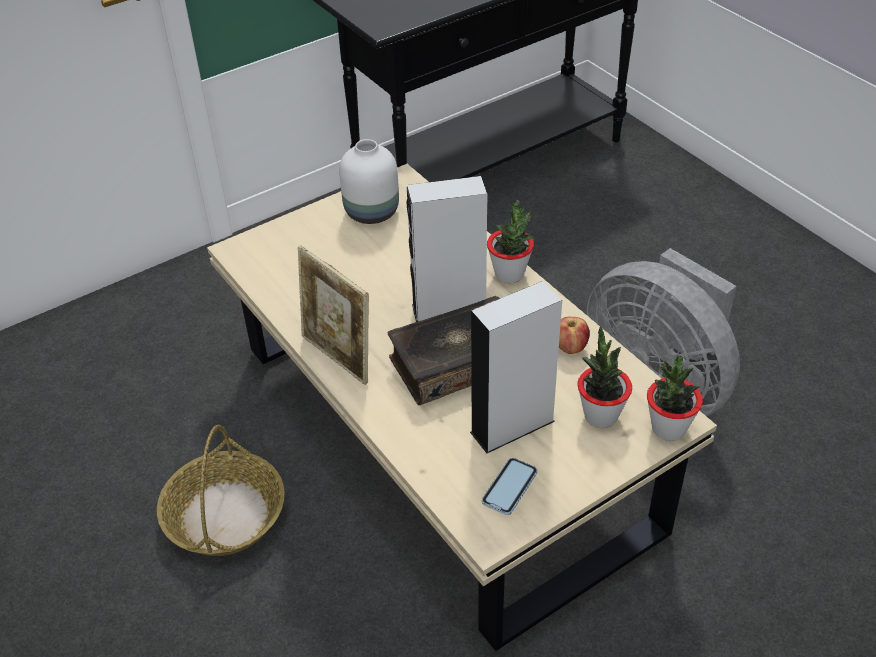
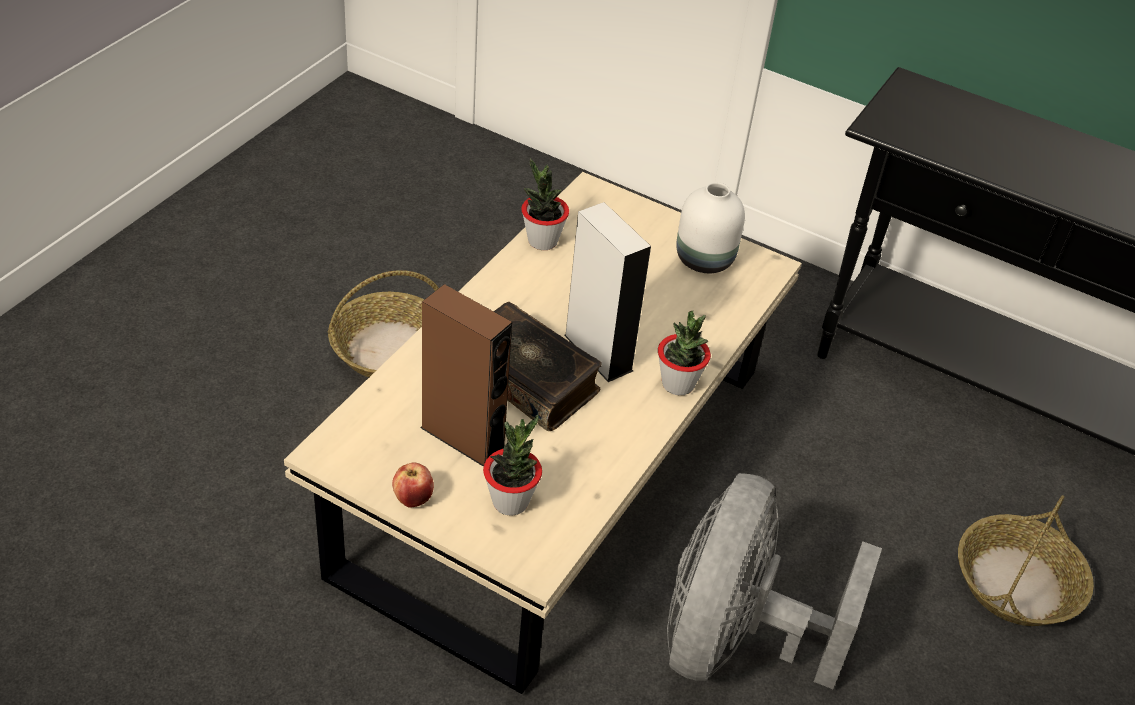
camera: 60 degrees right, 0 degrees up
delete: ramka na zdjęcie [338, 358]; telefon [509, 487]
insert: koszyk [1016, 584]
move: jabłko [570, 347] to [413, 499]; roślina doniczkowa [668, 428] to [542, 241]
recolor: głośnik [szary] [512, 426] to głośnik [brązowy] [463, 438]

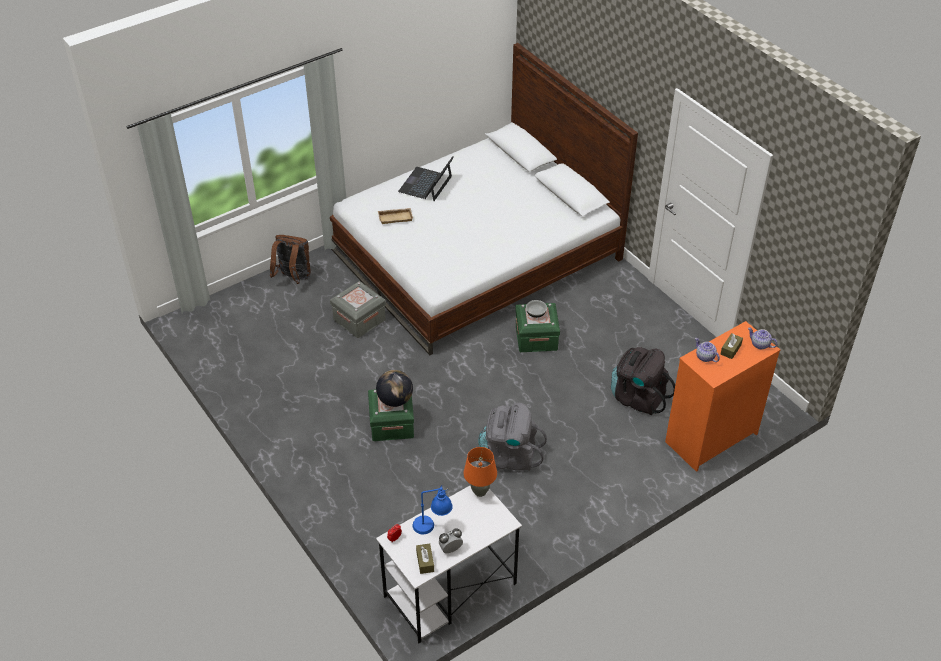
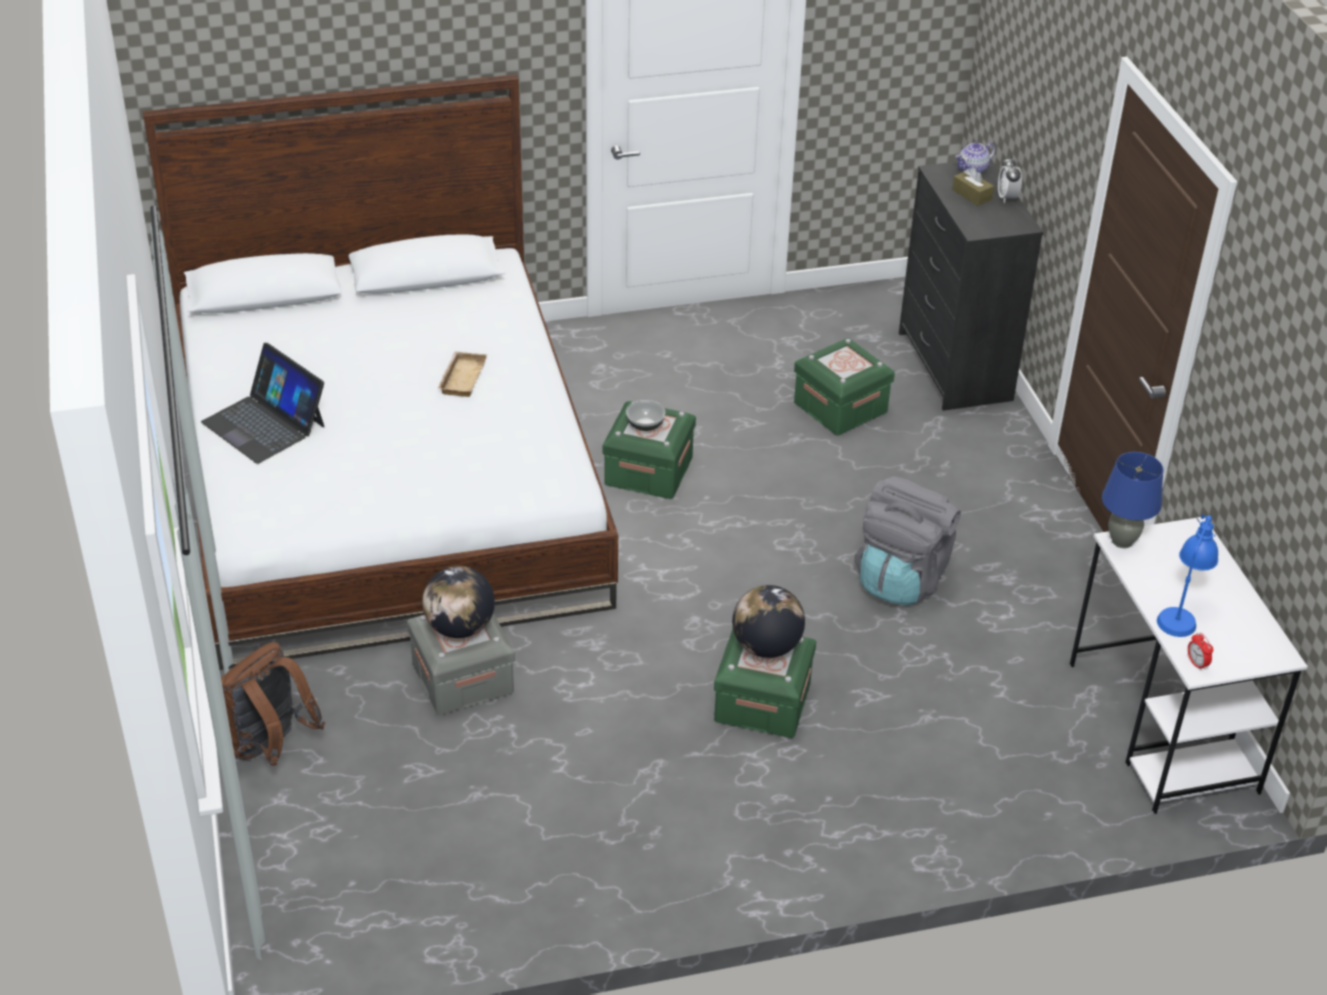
camera: 70 degrees left, 5 degrees down
delete: imbryk [705, 357]; pudełko chusteczek [brązowy] [425, 561]
insert: globus [460, 628]
move: taca [beżowy] [395, 217] to [461, 377]; budzik [450, 549] to [1007, 197]
replace: plecak [czarny] [638, 397] to pojemnik do przechowywania [zielony] [840, 407]
recolor: komoda [pomarańczowy] [711, 437] to komoda [czarny] [953, 366]; lampa stołowa [pomarańczowy] [480, 492] to lampa stołowa [niebieski] [1122, 541]

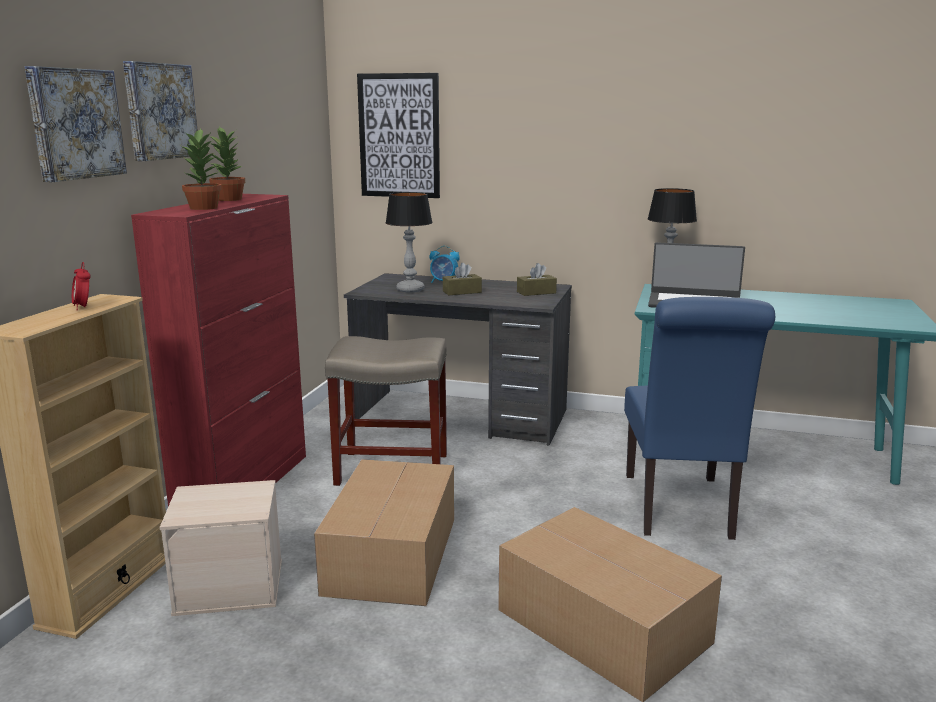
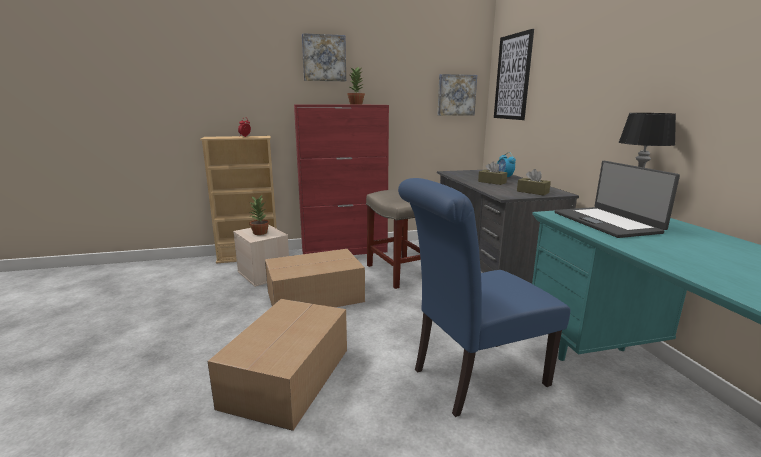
camera: 60 degrees right, 0 degrees up
delete: lampa stołowa [410, 289]
move: obraz [74, 124] to [456, 95]; roślina doniczkowa [204, 208] to [260, 233]

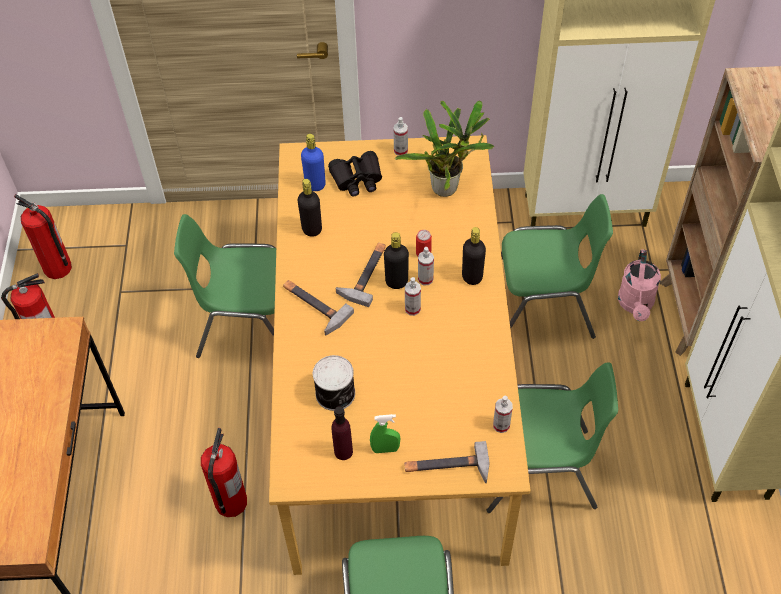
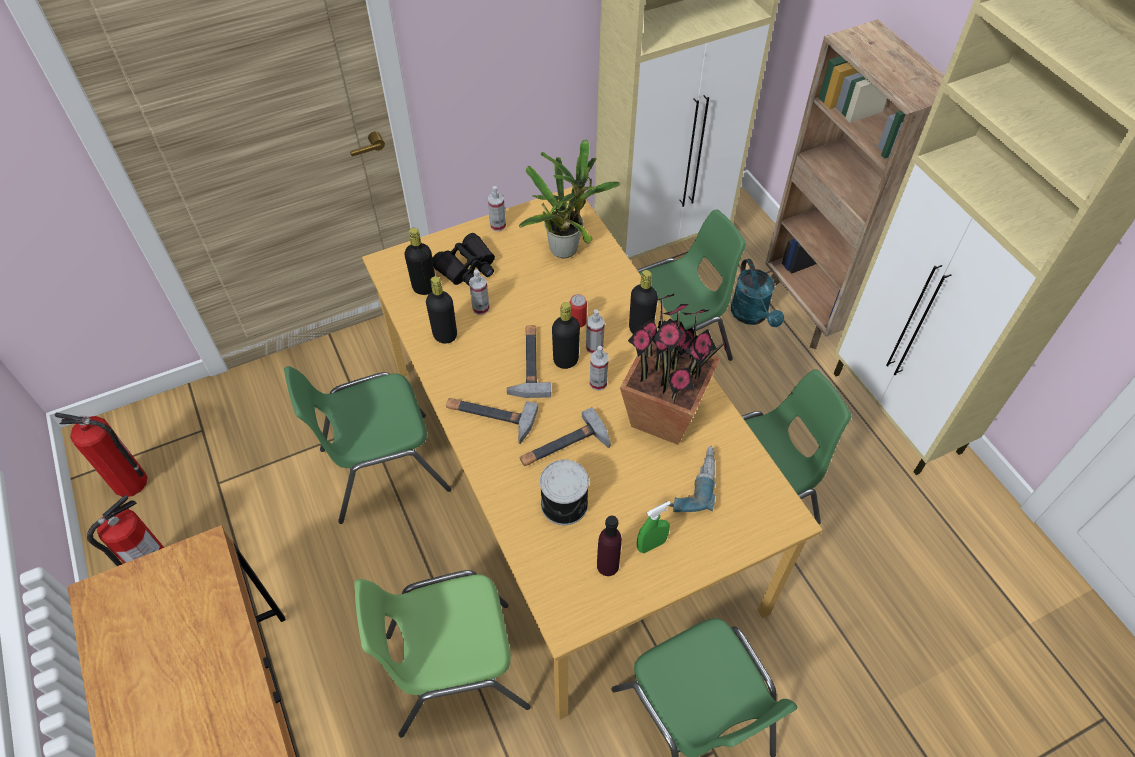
camera: 25 degrees left, 0 degrees up
insert: roślina doniczkowa [664, 416]; wiertarka [691, 482]
move: spryskiwacz [501, 425] to [481, 308]; młotek [446, 467] to [564, 447]
replace: gaśnica [231, 503] to krzesło [zielony] [453, 669]
recolor: butelka [niebieski] [315, 185] to butelka [czarny] [424, 287]; konewka [różowy] [636, 305] to konewka [turkusowy] [752, 316]

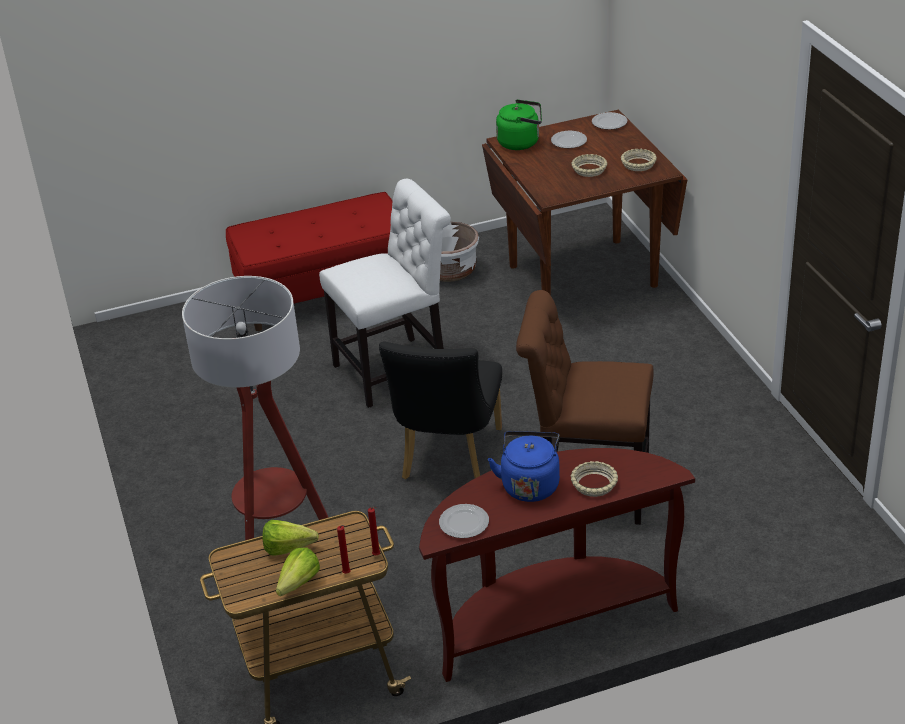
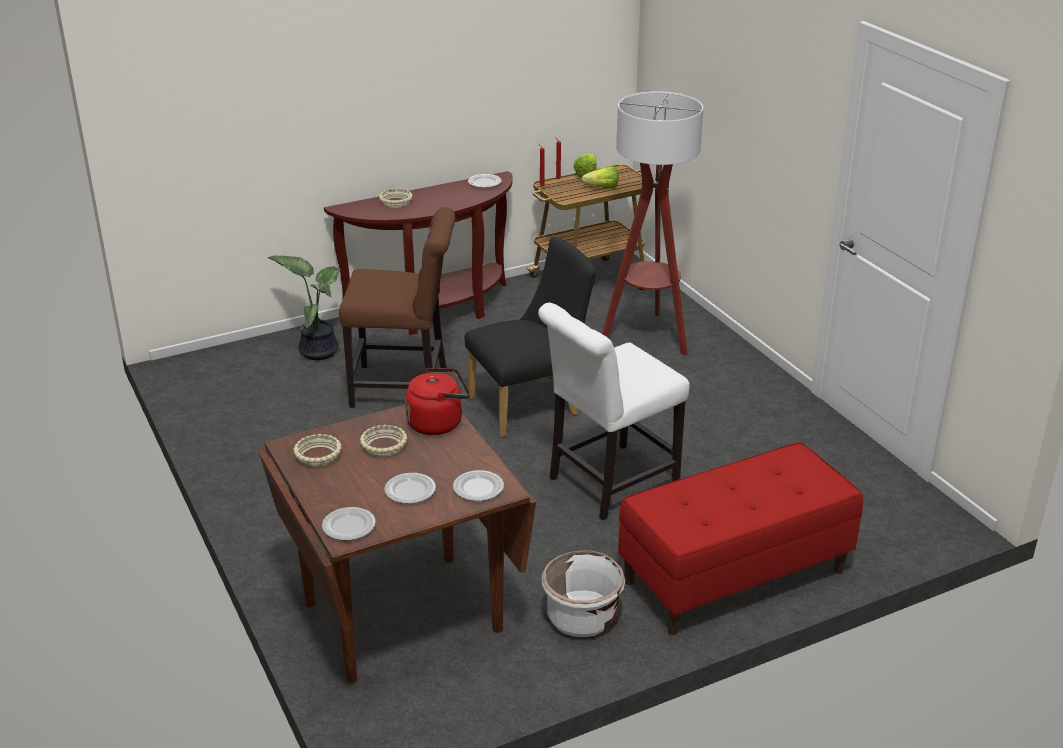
camera: 170 degrees right, 5 degrees down
delete: czajnik [niebieski] [530, 484]
insert: roślina doniczkowa [318, 350]; czajnik [czerwony] [438, 423]
replace: czajnik [zielony] [521, 142] to talerz [478, 488]
rotate: krzesło [czarny] [448, 459] = [531, 405] 60 degrees clockwise

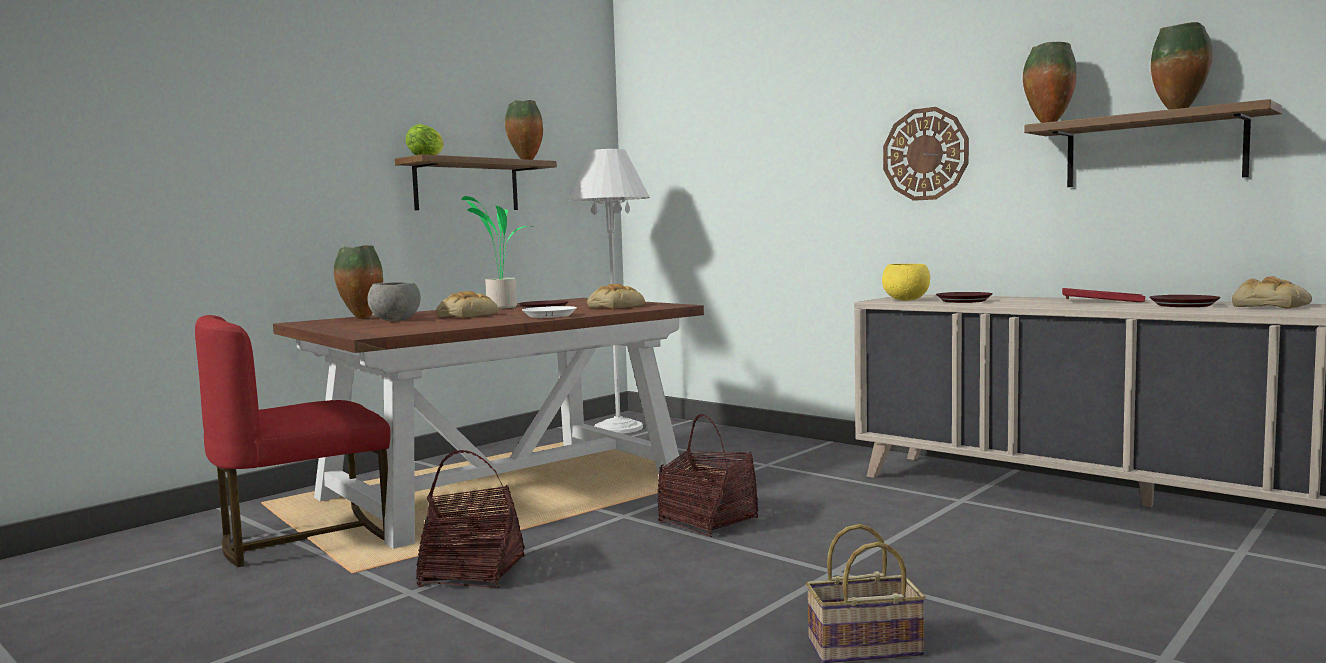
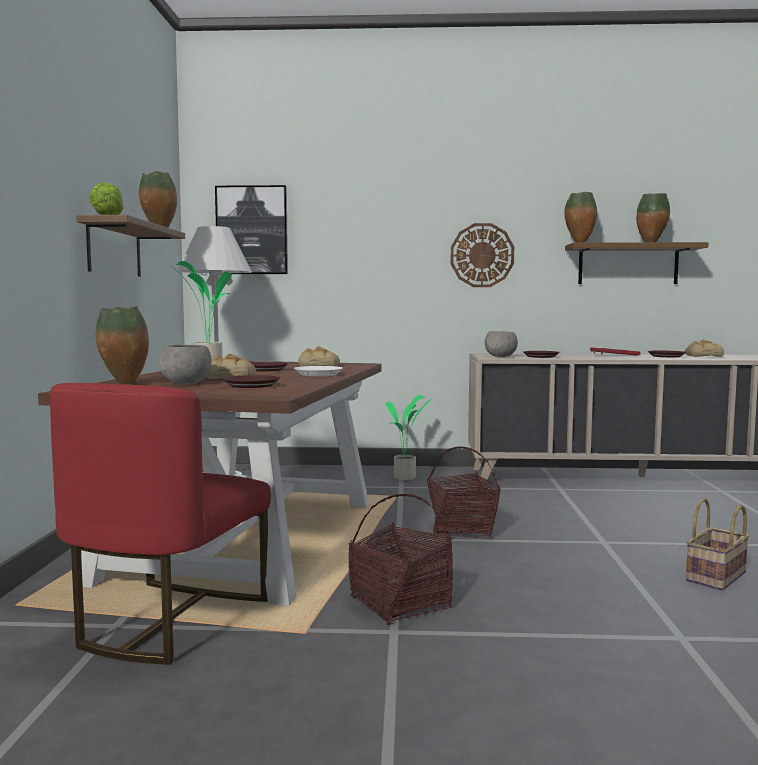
camera: 40 degrees left, 0 degrees up
insert: obraz [252, 230]; talerz [brązowy] [251, 385]; roślina doniczkowa [406, 478]
recolor: miska [żółty] [907, 300] to miska [szary] [501, 356]

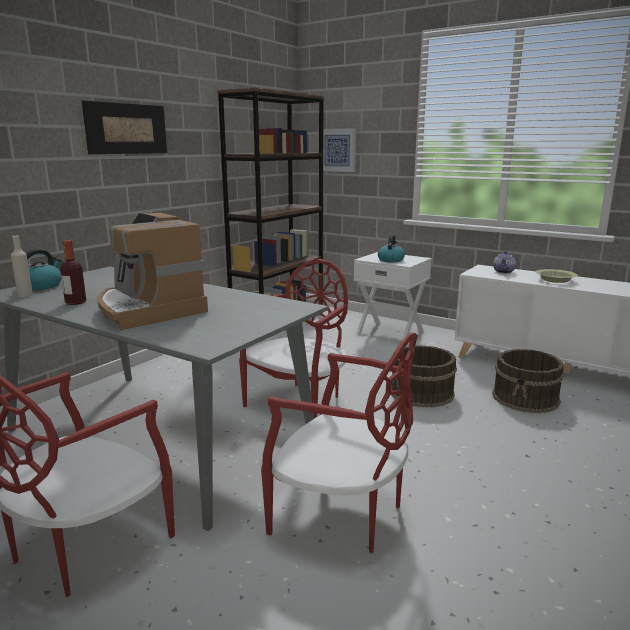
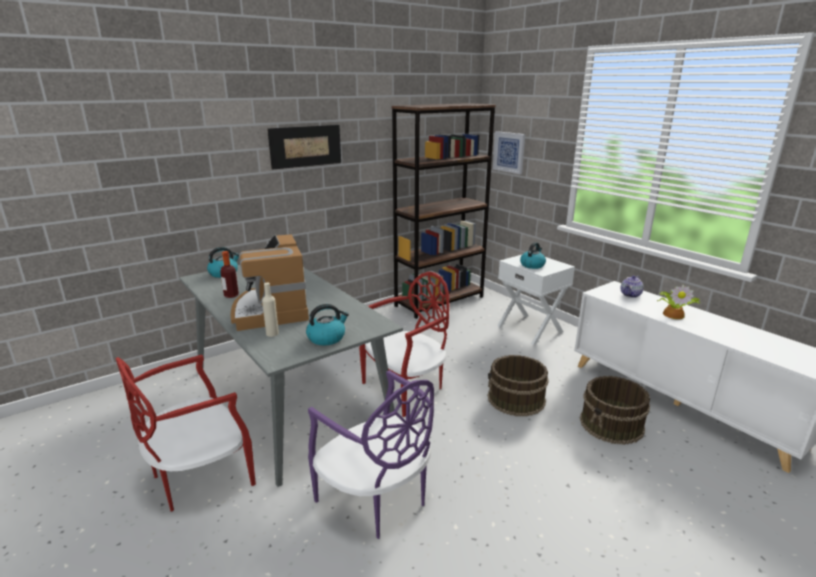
camera: 20 degrees right, 5 degrees up
insert: czajnik [327, 338]
move: butelka [beżowy] [25, 295] to [272, 333]
replace: miska [żółty] [555, 280] to roślina doniczkowa [674, 314]
recolor: krzesło [czerwony] [342, 514] to krzesło [fioletowy] [377, 499]

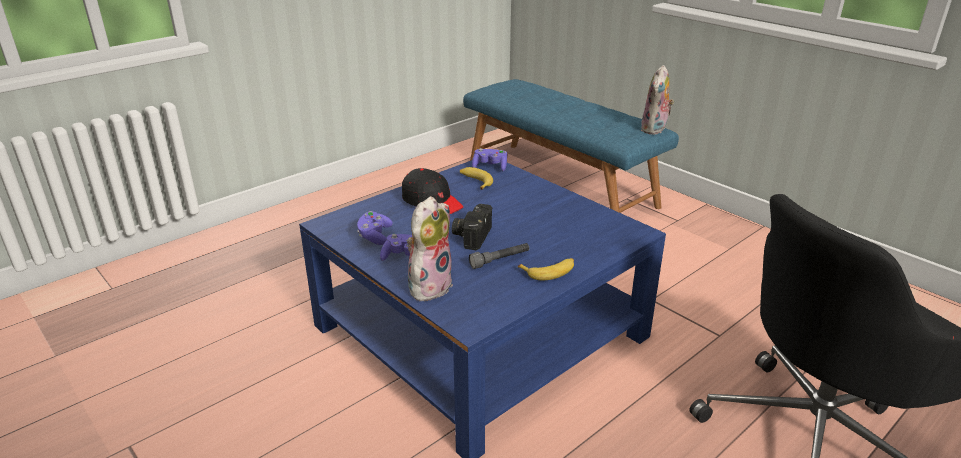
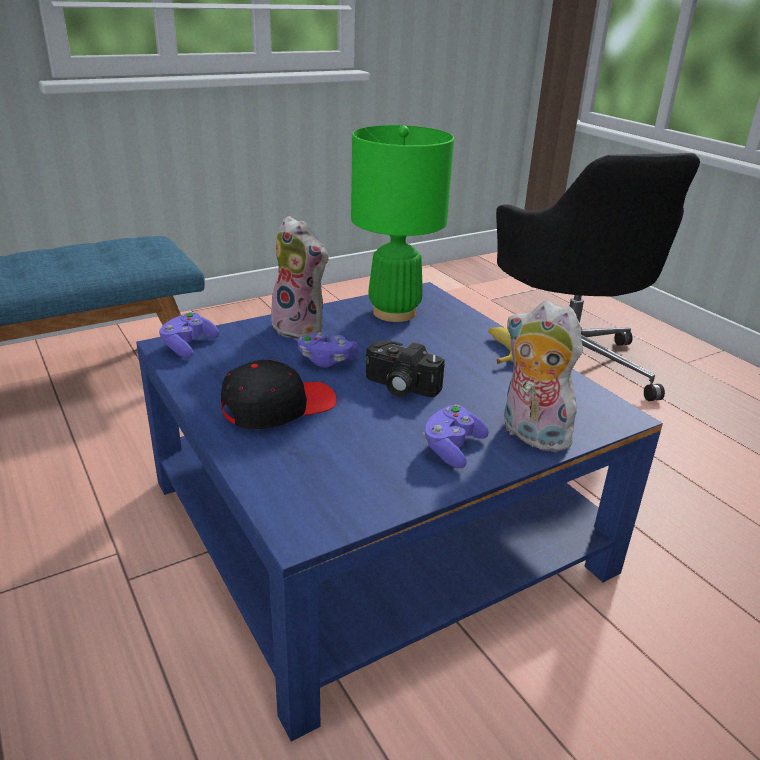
camera: 80 degrees left, 0 degrees up
delete: banan [475, 182]; latarka [szary] [500, 260]
insert: lampa stołowa [zielony] [394, 312]
move: pluszak [655, 130] to [302, 328]; pad do gier [fioletowy] [375, 236] to [327, 360]

